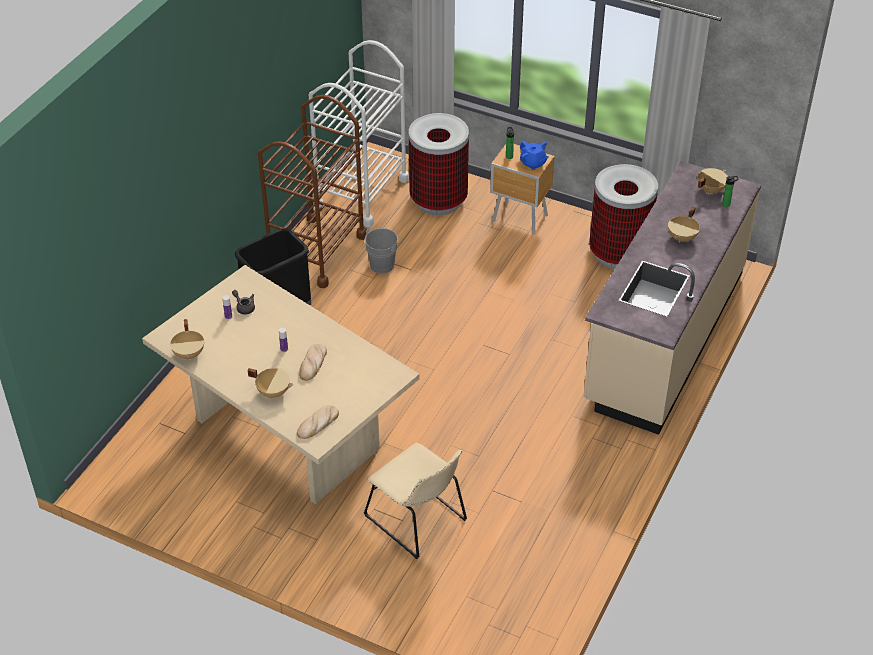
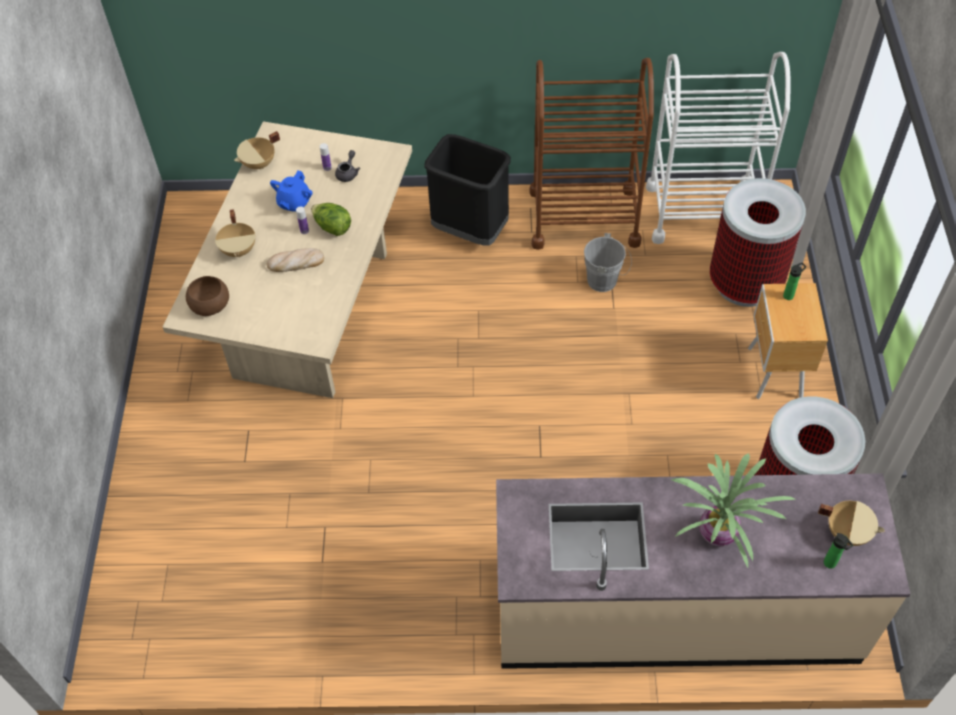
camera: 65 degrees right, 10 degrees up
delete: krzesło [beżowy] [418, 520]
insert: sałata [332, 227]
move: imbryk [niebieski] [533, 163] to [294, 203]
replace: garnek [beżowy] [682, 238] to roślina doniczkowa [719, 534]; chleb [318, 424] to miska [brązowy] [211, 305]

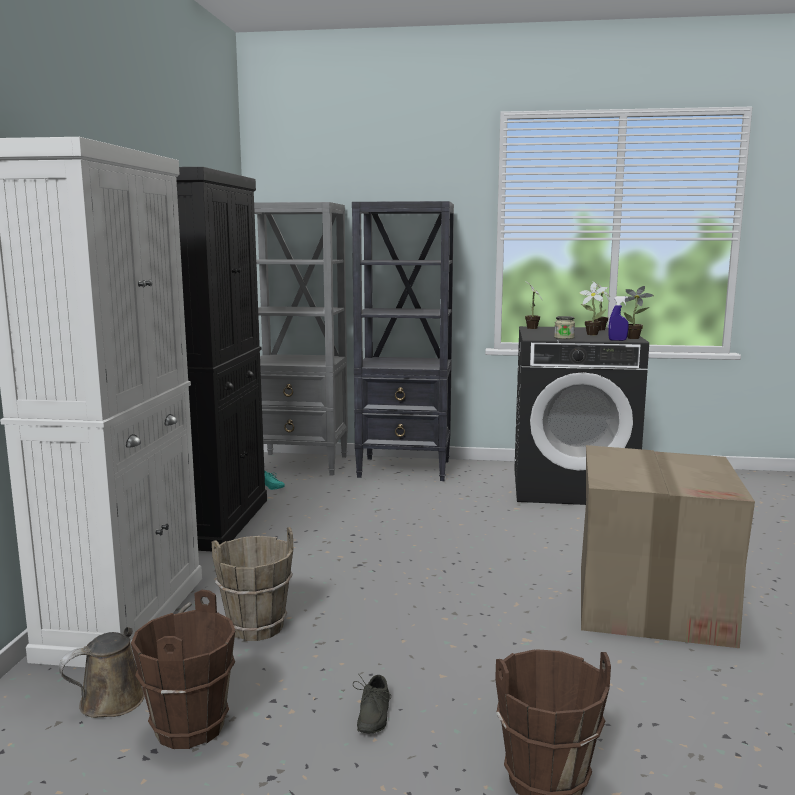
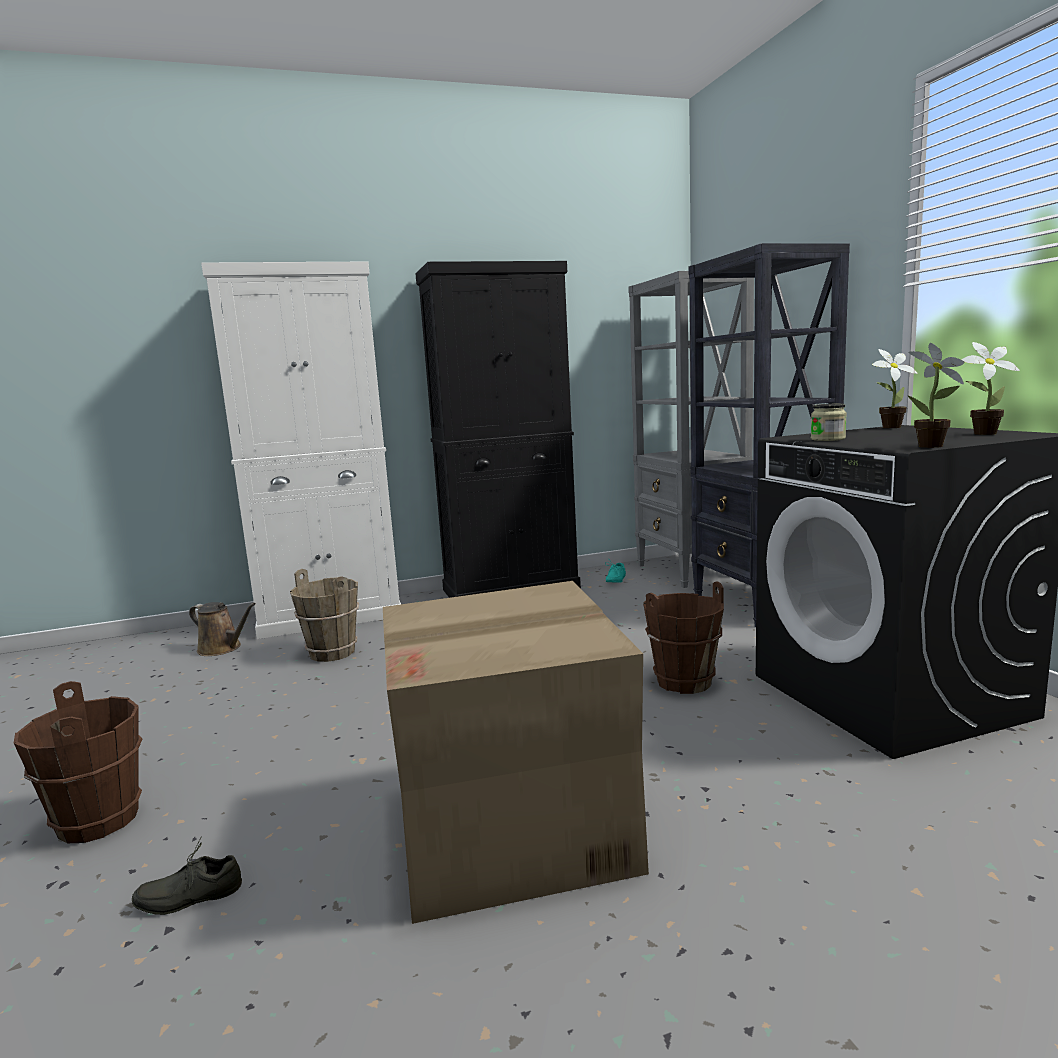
camera: 65 degrees right, 0 degrees up
delete: roślina doniczkowa [590, 334]; spryskiwacz [niebieski] [617, 340]
move: wiadro [brązowy] [188, 727] to [683, 682]; but [szary] [371, 716] to [190, 894]

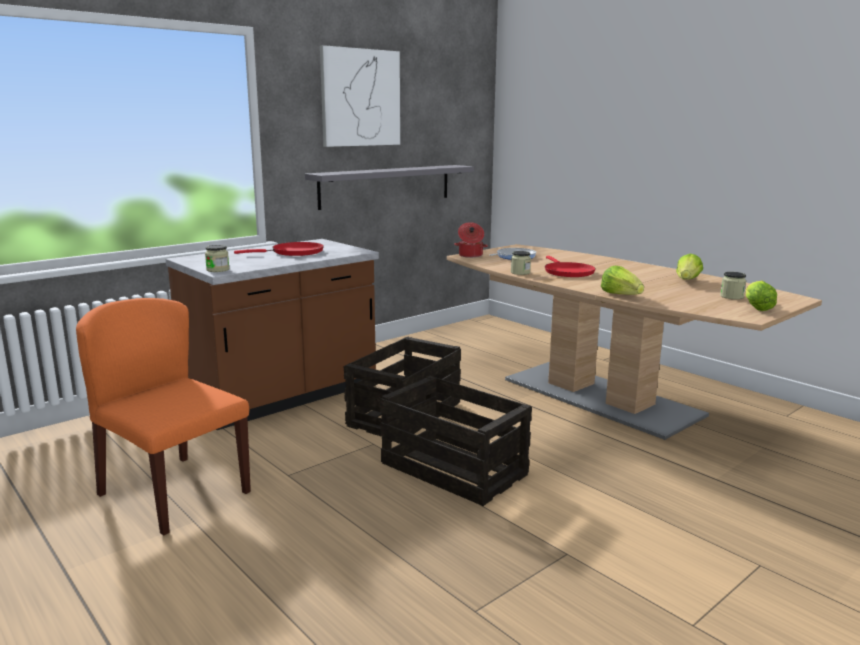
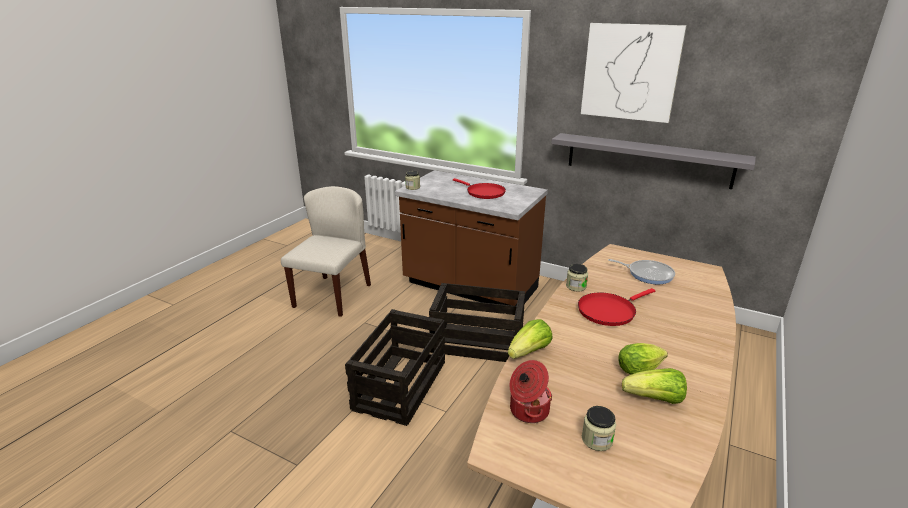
camera: 70 degrees right, 10 degrees up
move: garnek [470, 255] to [528, 410]; sałata [756, 308] to [641, 369]
recolor: krzesło [pomarańczowy] [173, 493] to krzesło [beżowy] [332, 295]

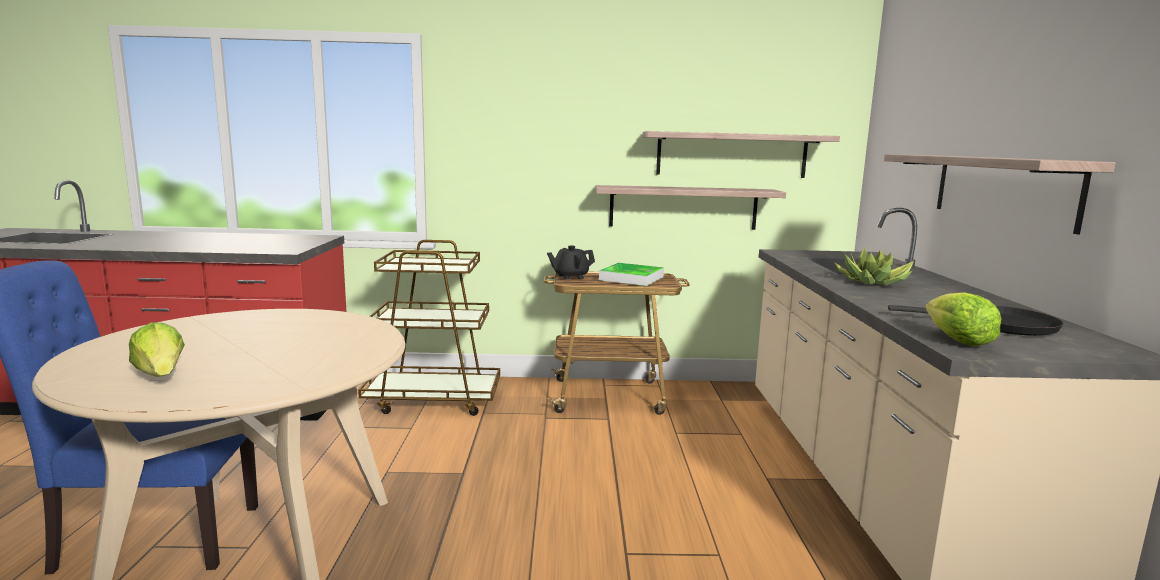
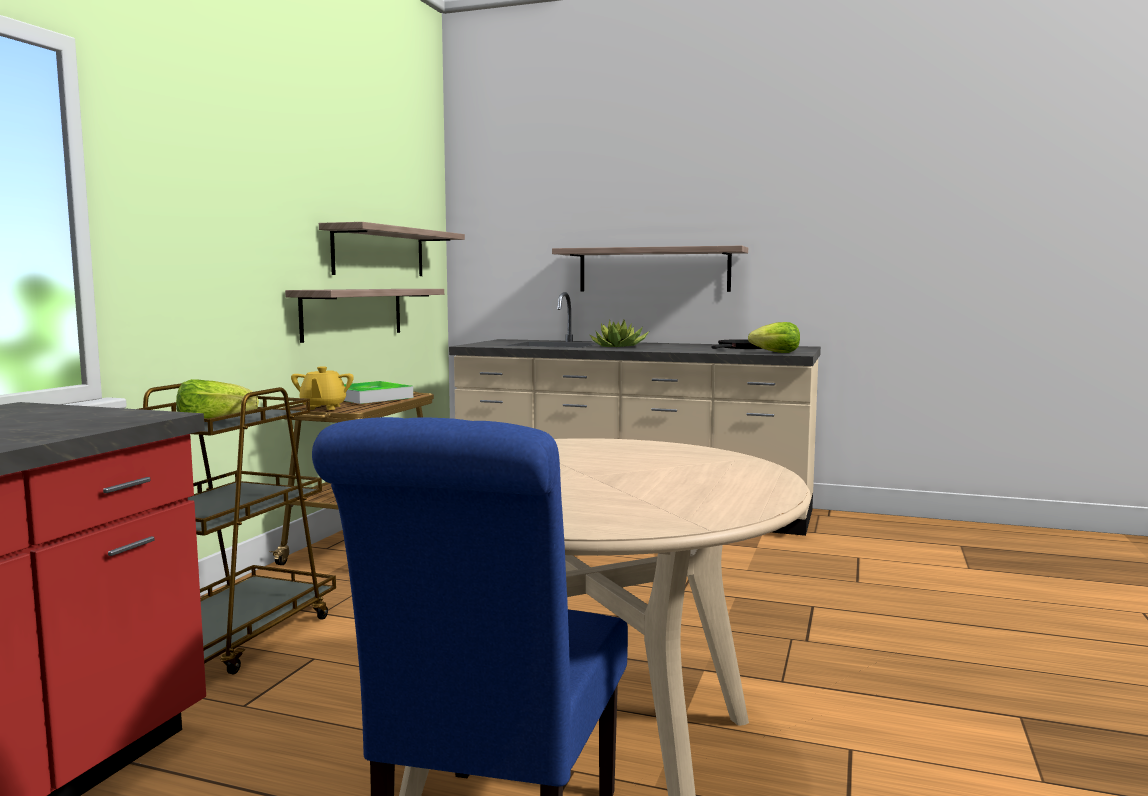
camera: 70 degrees left, 5 degrees down
move: sałata [161, 375] to [213, 423]
recolor: imbryk [czarny] [570, 276] to imbryk [żółty] [323, 407]

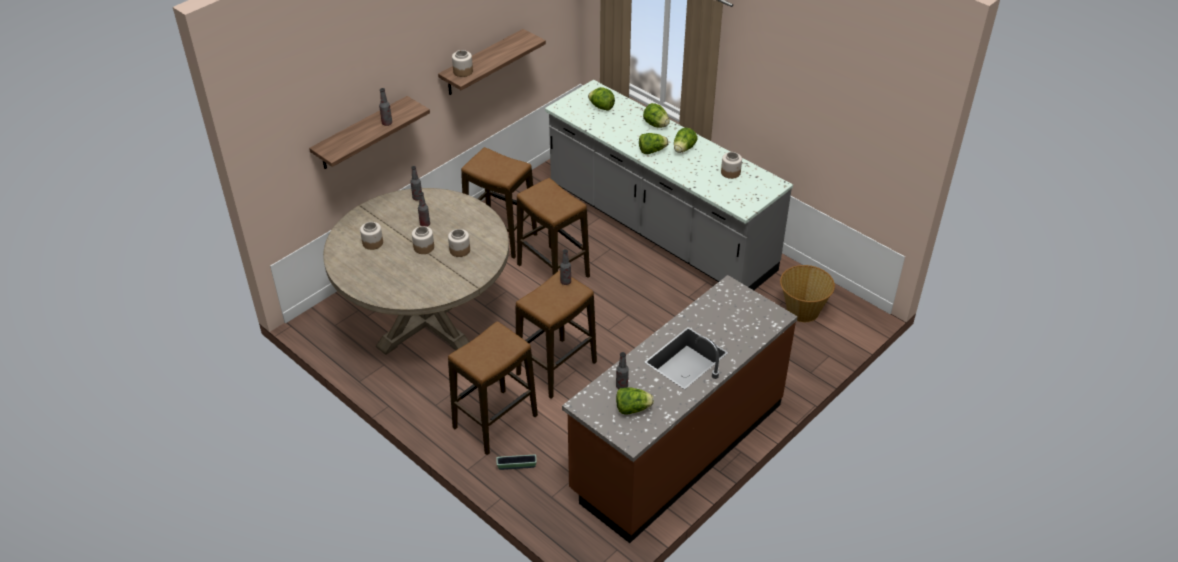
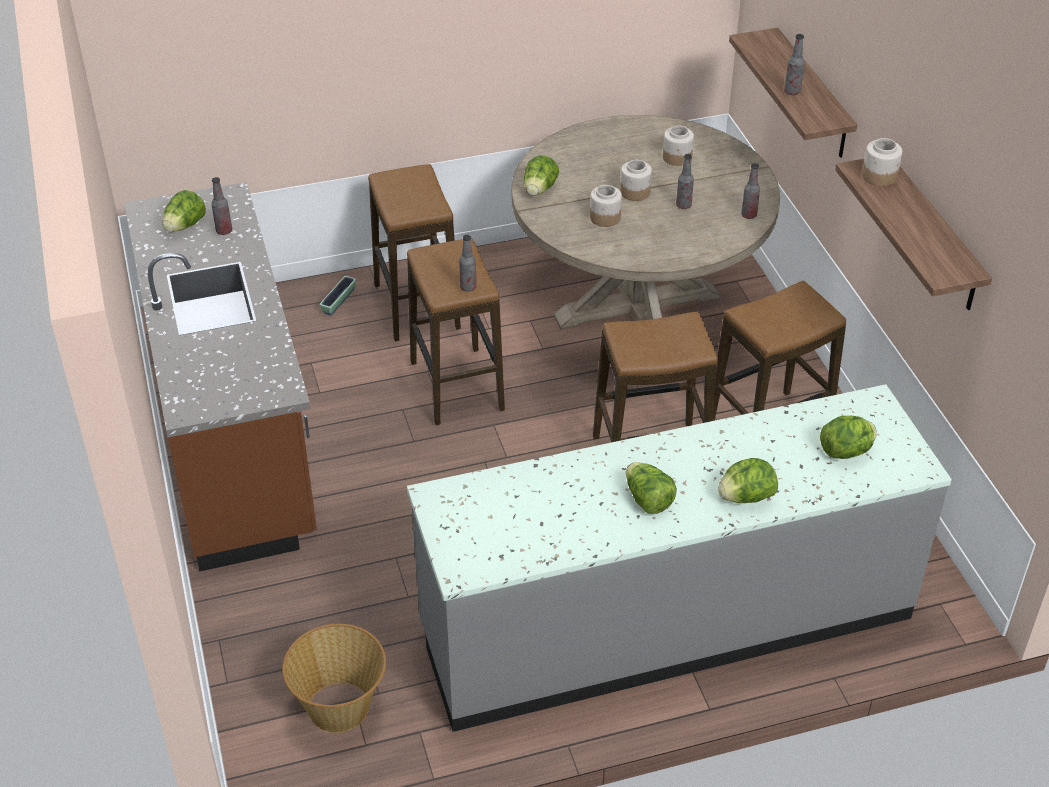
camera: 120 degrees right, 0 degrees up
delete: słoik [731, 172]
move: sałata [652, 151] to [539, 190]

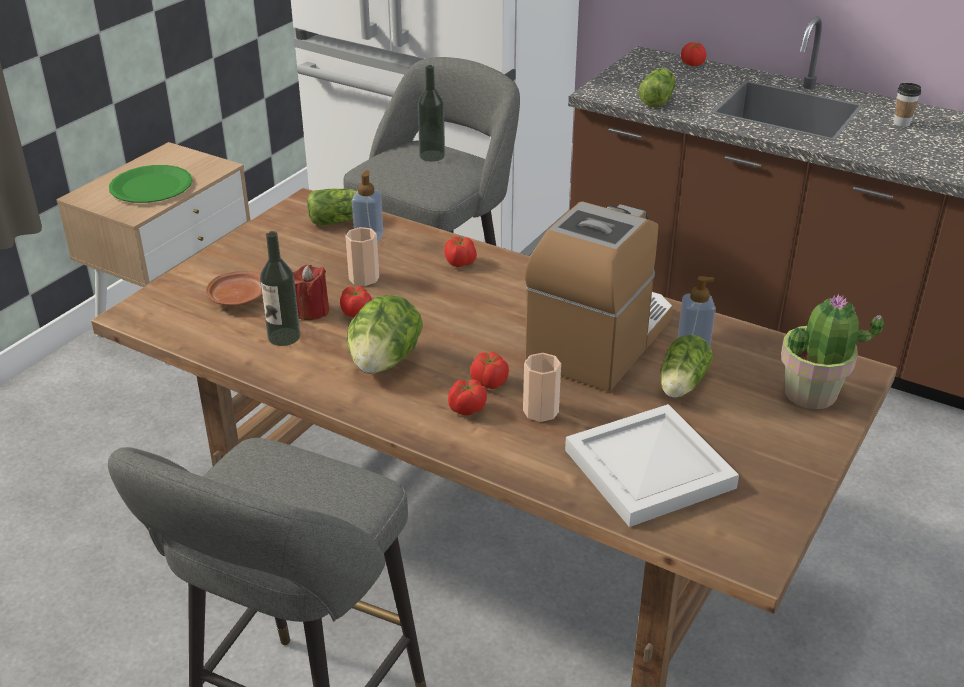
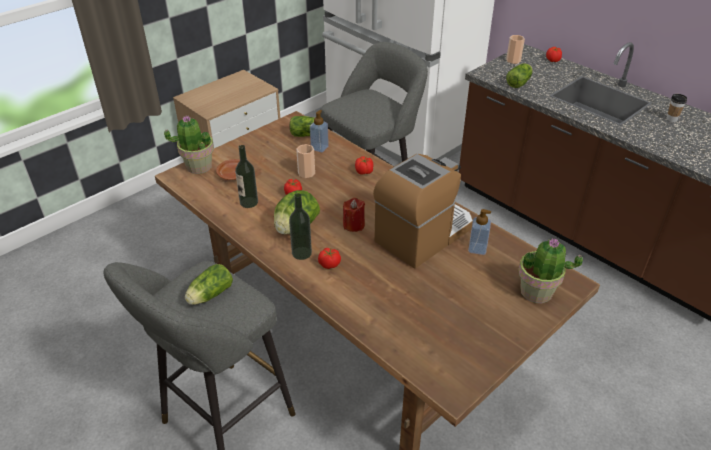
camera: 15 degrees right, 5 degrees up
delete: talerz [zielony] [151, 187]; pomidor [489, 383]; taca [biały] [652, 469]
insert: roślina doniczkowa [198, 166]
move: butelka [432, 156] to [301, 253]; świeca [czerwony] [311, 311] to [354, 225]; sałata [681, 386] to [209, 295]; filiżanka [540, 411] to [513, 60]

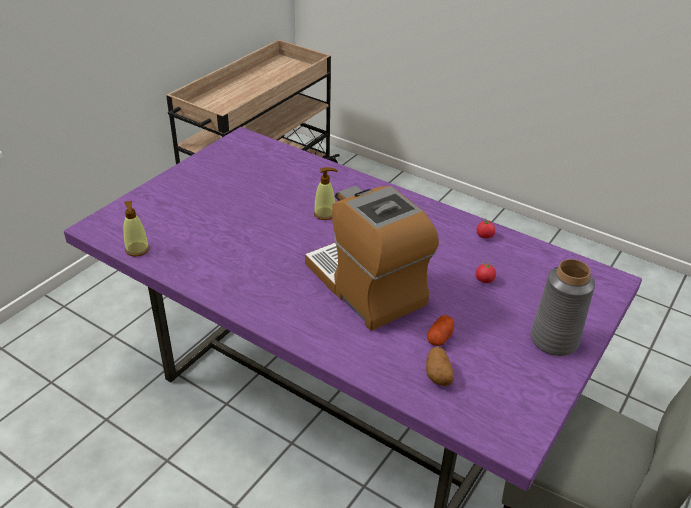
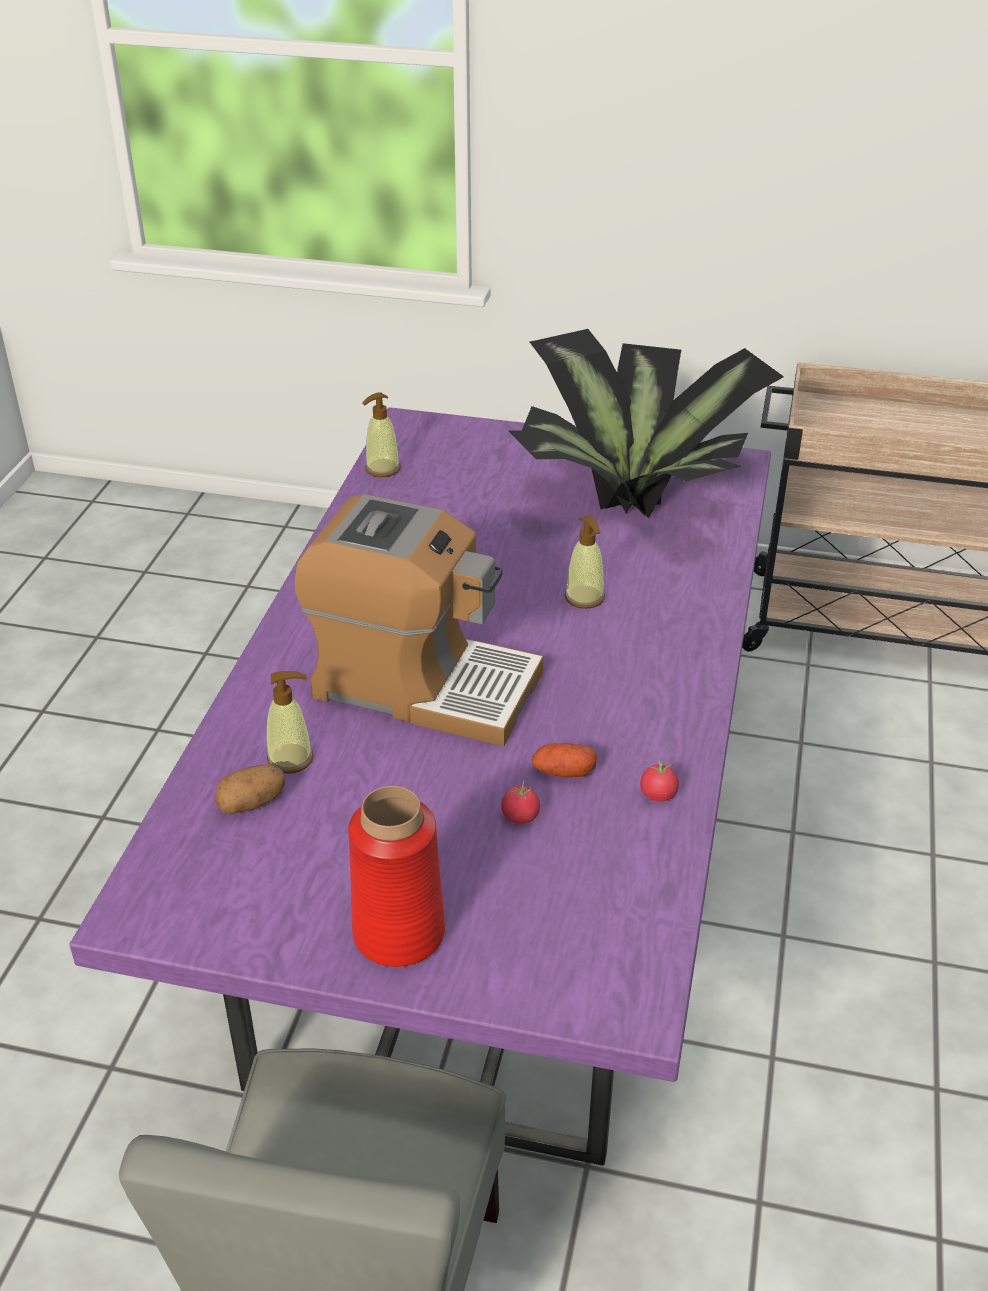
camera: 70 degrees right, 0 degrees up
insert: roślina doniczkowa [633, 491]; dozownik mydła [291, 758]
move: ziemniak [440, 338] to [563, 772]
recolor: wazon [szary] [554, 340] to wazon [czerwony] [398, 933]
rotate: ekspres do kawy [366, 286] = [423, 684] 75 degrees clockwise

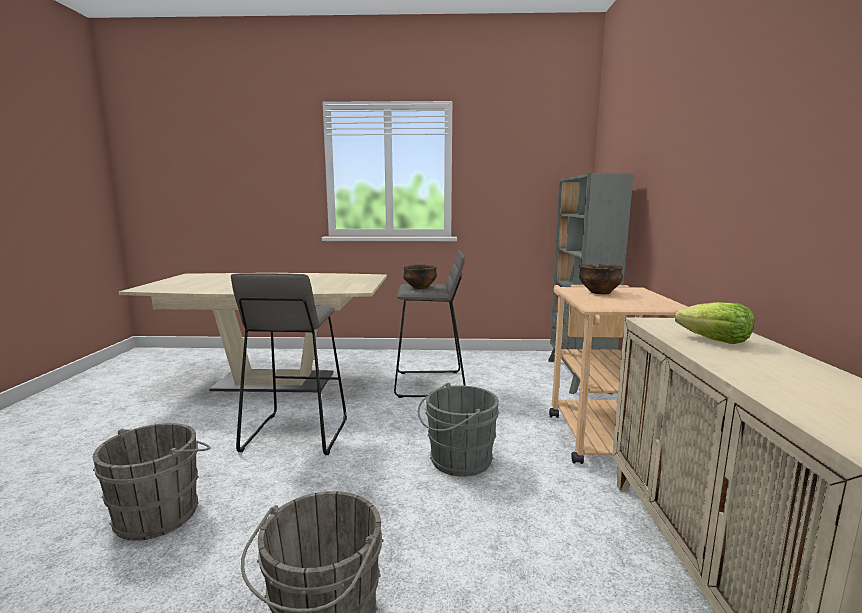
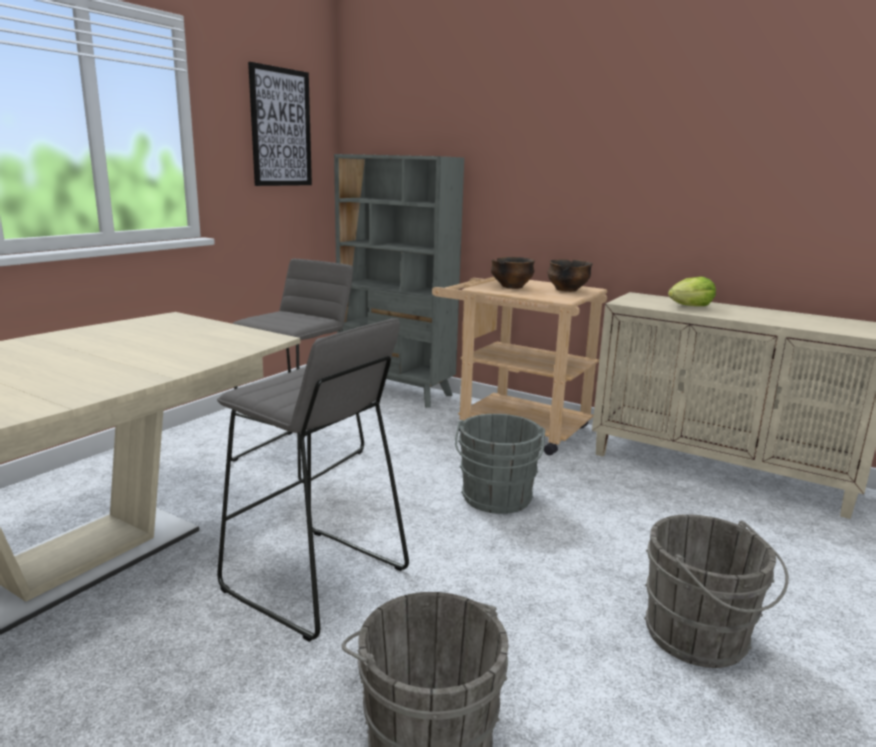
camera: 60 degrees left, 5 degrees up
insert: obraz [281, 127]
move: miska [420, 288] to [567, 290]

